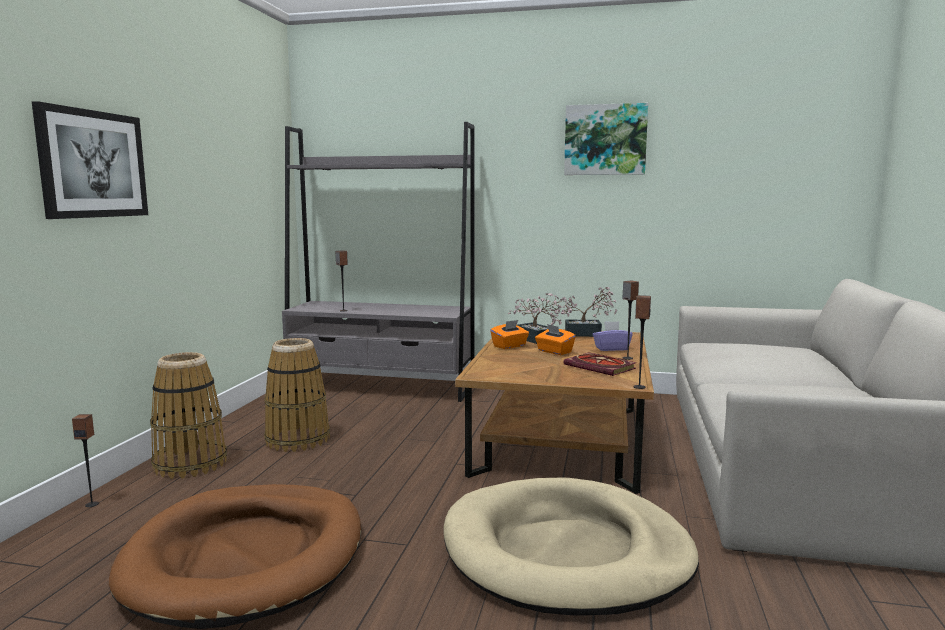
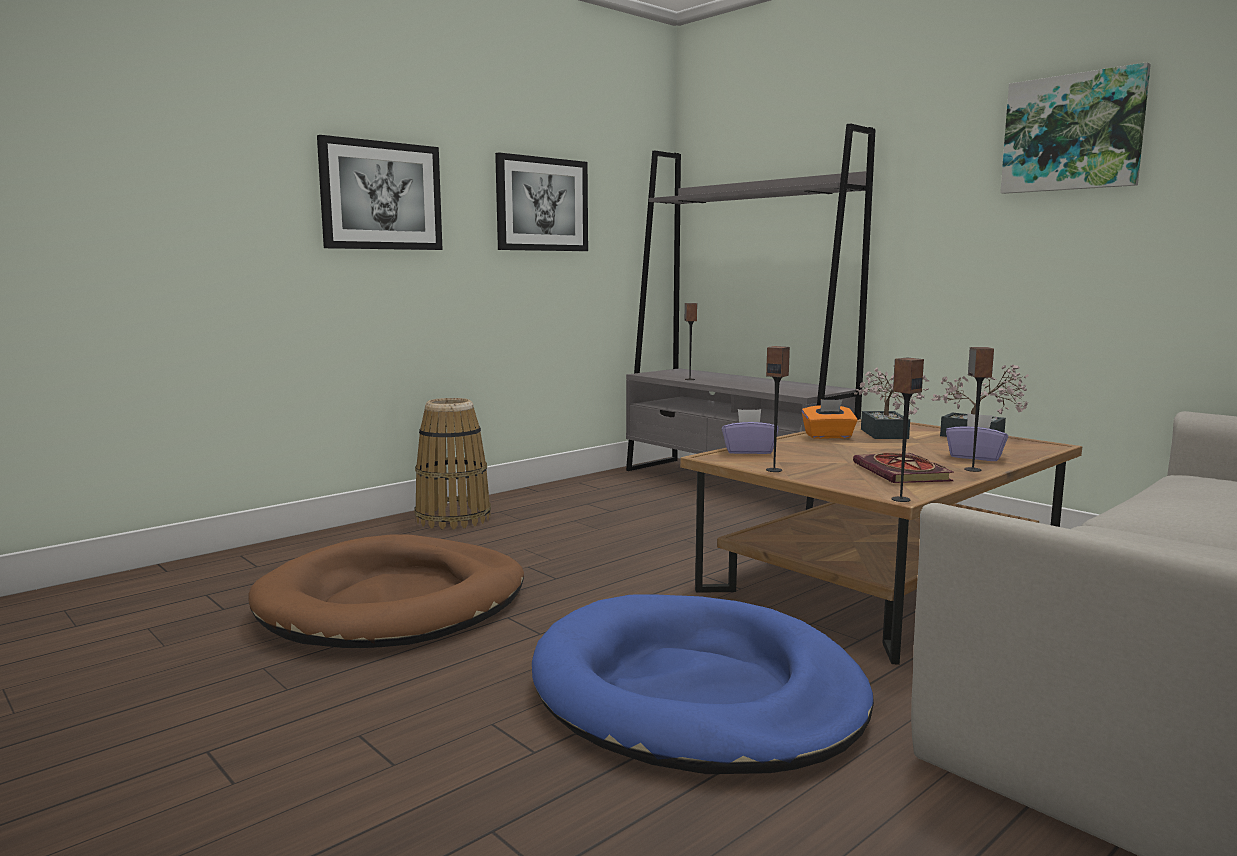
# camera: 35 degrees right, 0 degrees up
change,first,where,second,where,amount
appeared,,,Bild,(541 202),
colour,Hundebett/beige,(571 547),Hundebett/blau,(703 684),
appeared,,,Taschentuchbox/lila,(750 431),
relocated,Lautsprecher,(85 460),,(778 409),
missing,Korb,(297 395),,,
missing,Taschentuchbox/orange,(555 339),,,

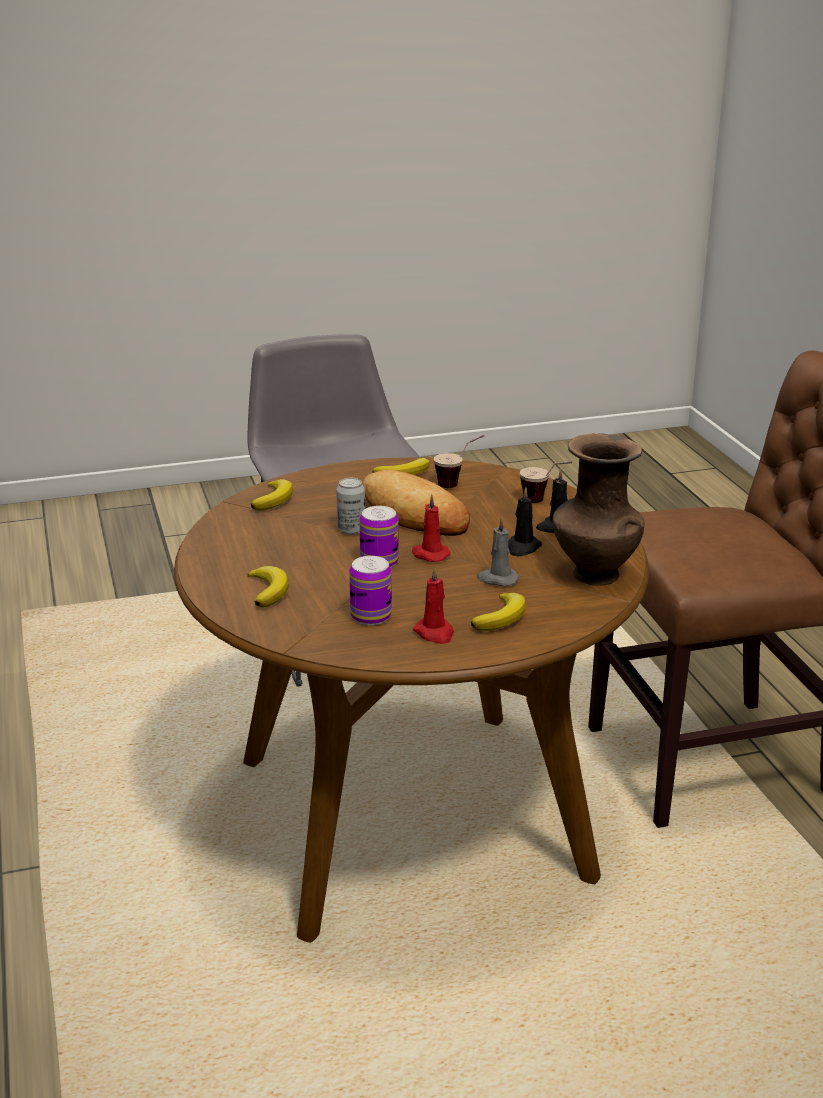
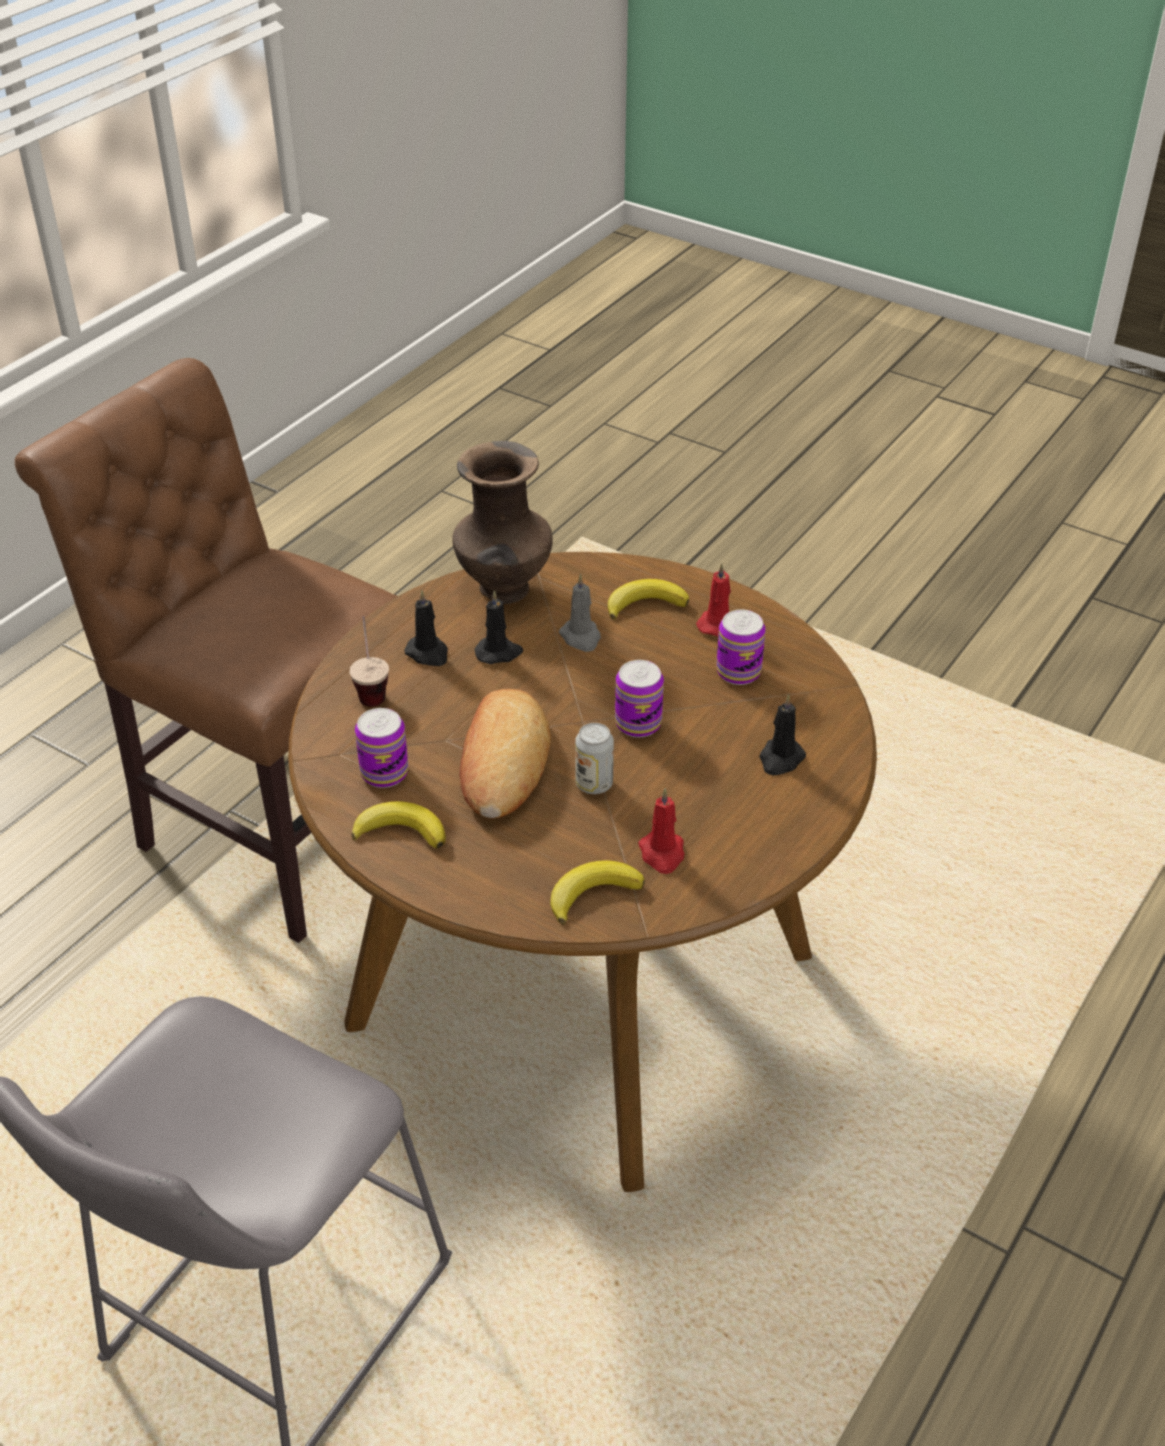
# camera: 130 degrees left, 15 degrees up
change,first,where,second,where,amount
exchanged,Tasse,(459 461),Dose,(381 748),
relocated,Kerze/rot,(431 528),,(661 831),
exchanged,Banane,(268 587),Kerze/schwarz,(782 734),

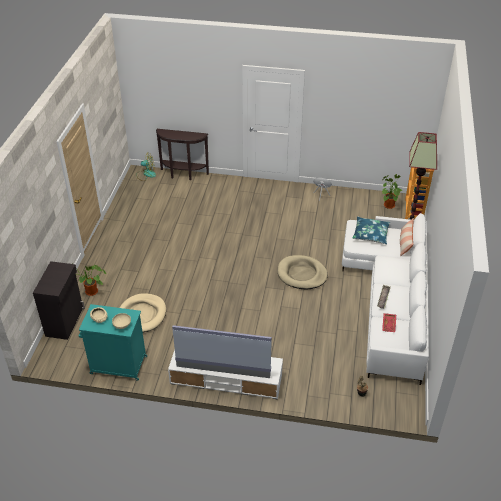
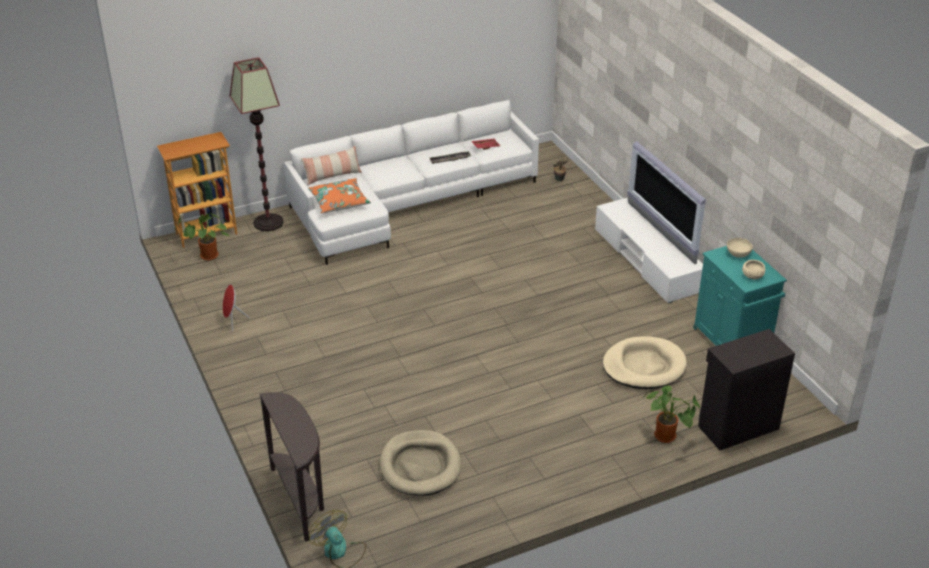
# camera: 125 degrees left, 5 degrees down
change,first,where,second,where,amount
colour,Kissen/blau,(371 230),Kissen/orange,(339 195),
relocated,Hundebett/beige,(302 272),,(420 463),

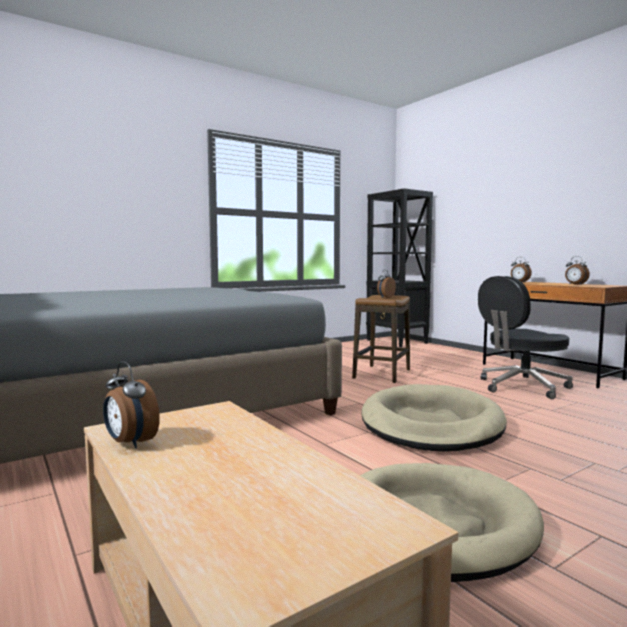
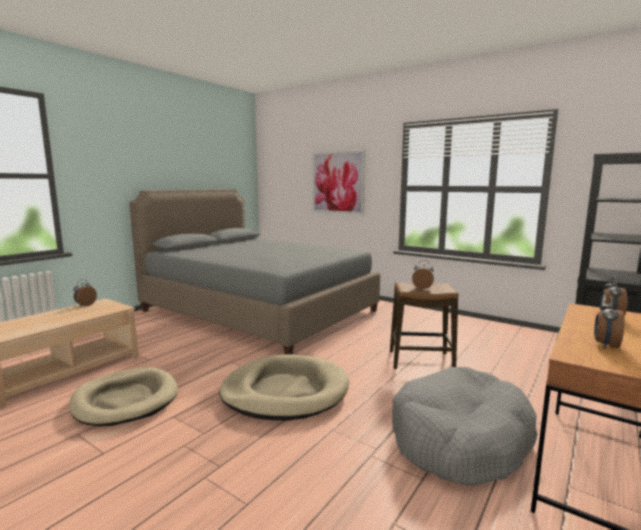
# camera: 70 degrees right, 5 degrees up
change,first,where,second,where,amount
appeared,,,Bild,(338 182),
exchanged,Bürostuhl/schwarz,(525 337),Hundebett/grau,(465 426),

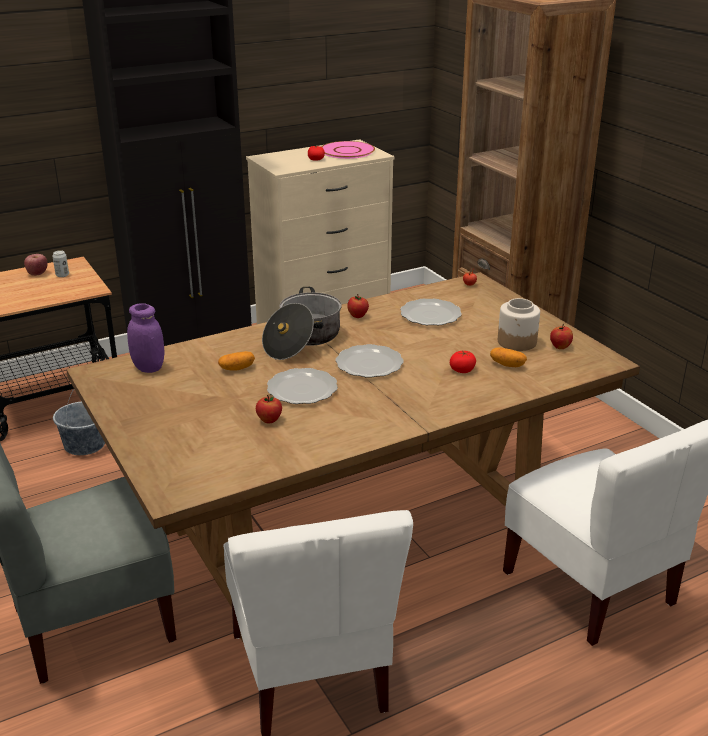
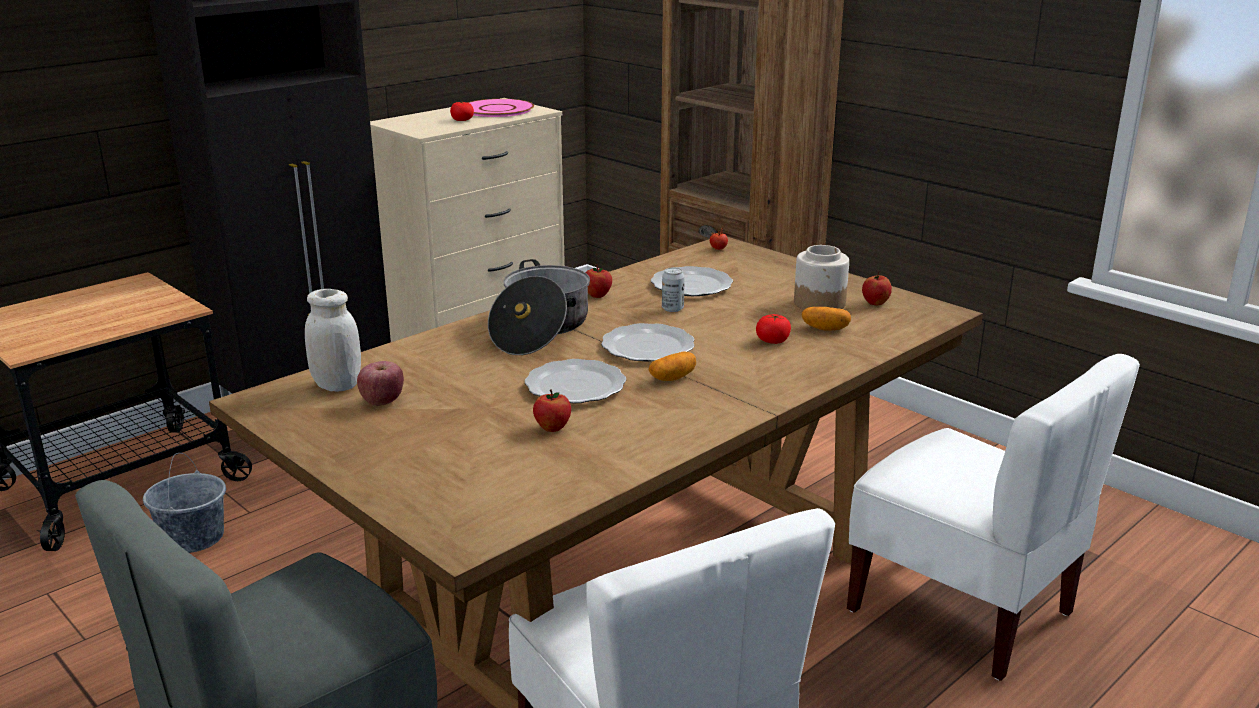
# camera: 15 degrees left, 5 degrees down
change,first,where,second,where,amount
colour,Vorratsglas/lila,(146 338),Vorratsglas/weiß,(333 340),
relocated,Apfel,(36 265),,(380 383),
relocated,Kartoffel,(236 361),,(672 366),
relocated,Dose,(60 263),,(673 289),

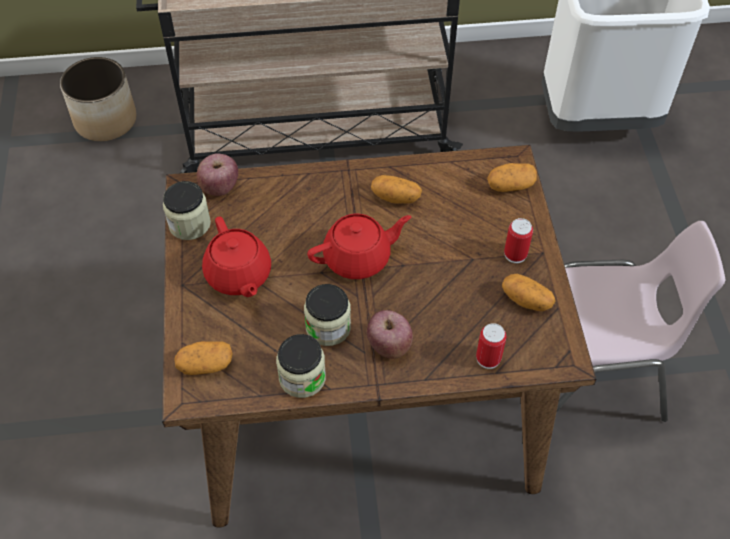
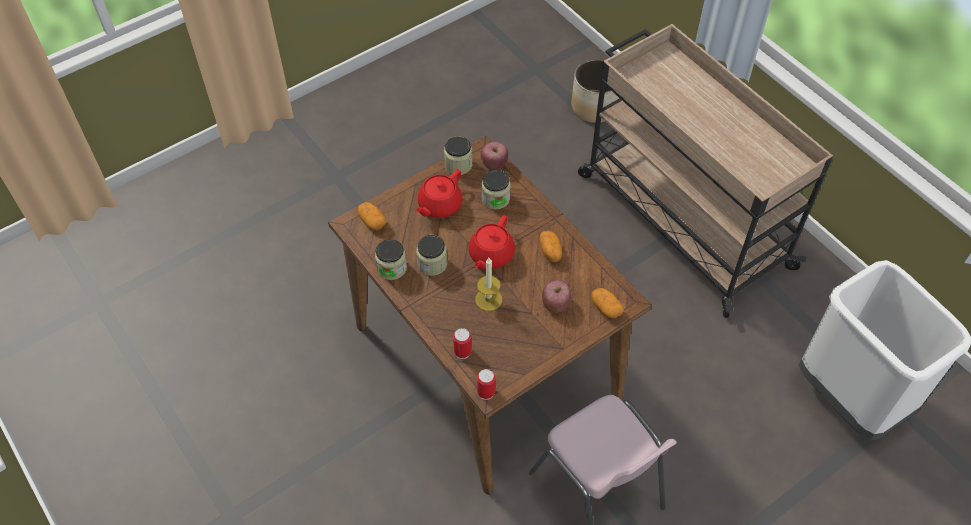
# camera: 60 degrees right, 0 degrees up
change,first,where,second,where,amount
spun,Teekanne/rot,(359 246),,(492 242),75 degrees clockwise
appeared,,,Kerze,(488 284),
relocated,Dose,(518 240),,(486 384),
appeared,,,Vorratsglas,(496 190),
relocated,Apfel,(390 334),,(556 296),
missing,Kartoffel,(528 292),,,

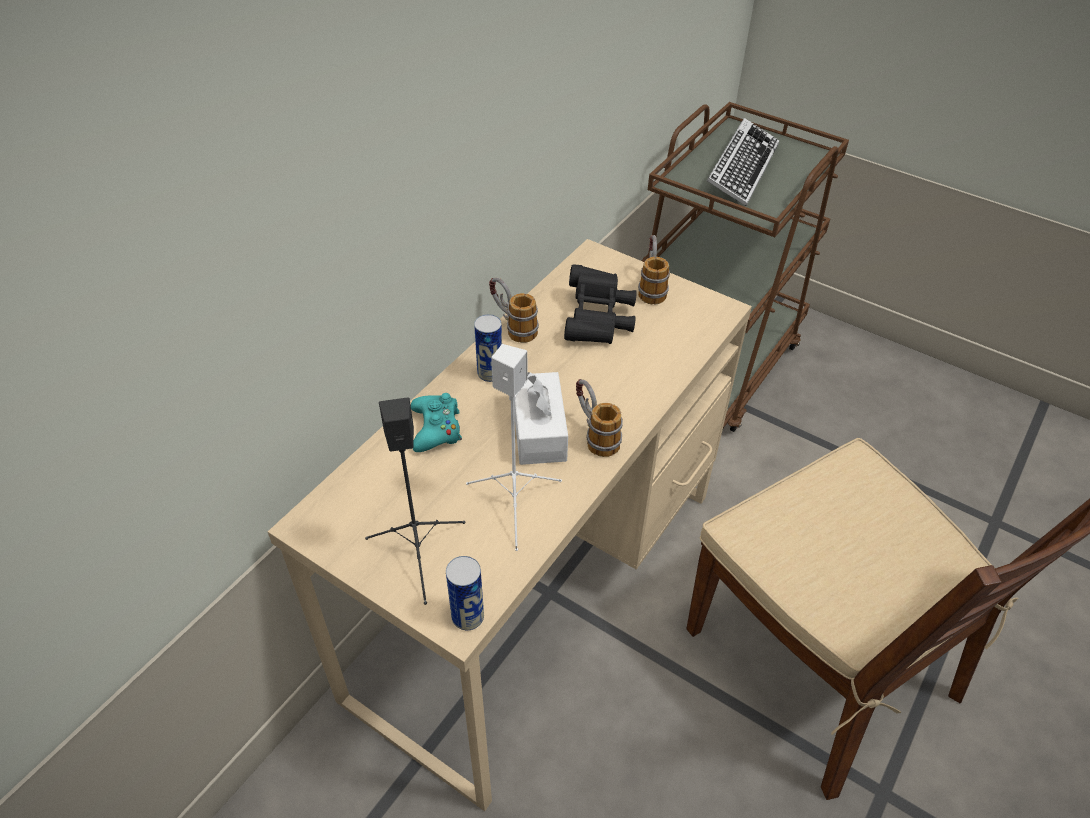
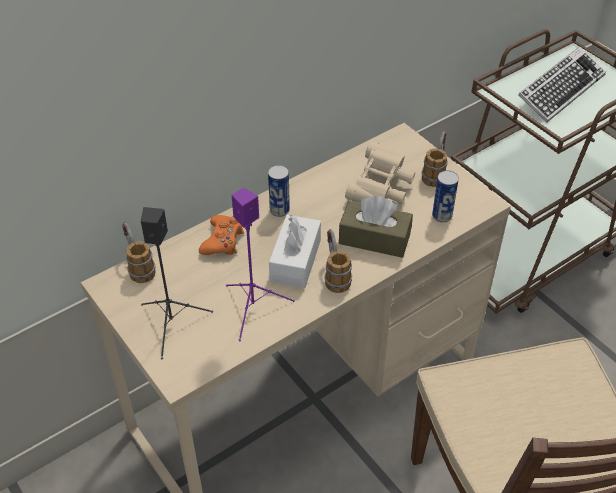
# camera: 20 degrees right, 0 degrees up
change,first,where,second,where,amount
relocated,Henkelbecher,(514 310),,(139 253),
colour,Gamepad/türkis,(436 422),Gamepad/orange,(221 235),
colour,Lautsprecher/weiß,(514 447),Lautsprecher/lila,(260 264),
appeared,,,Taschentuchbox/braun,(376 227),
colour,Fernglas/schwarz,(600 304),Fernglas/beige,(380 173),
relocated,Dose,(465 593),,(445 196),

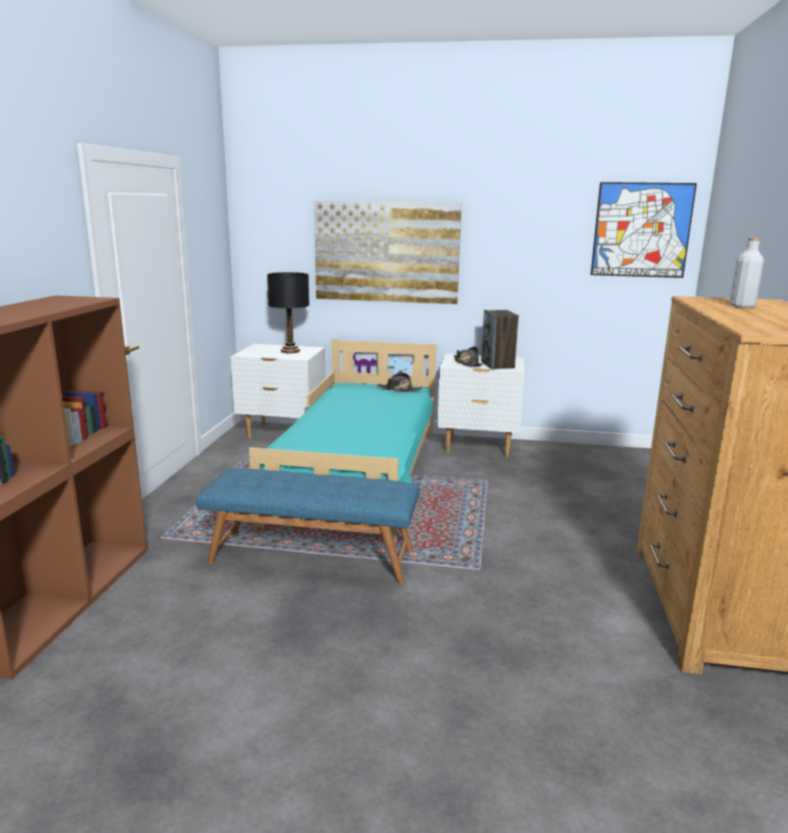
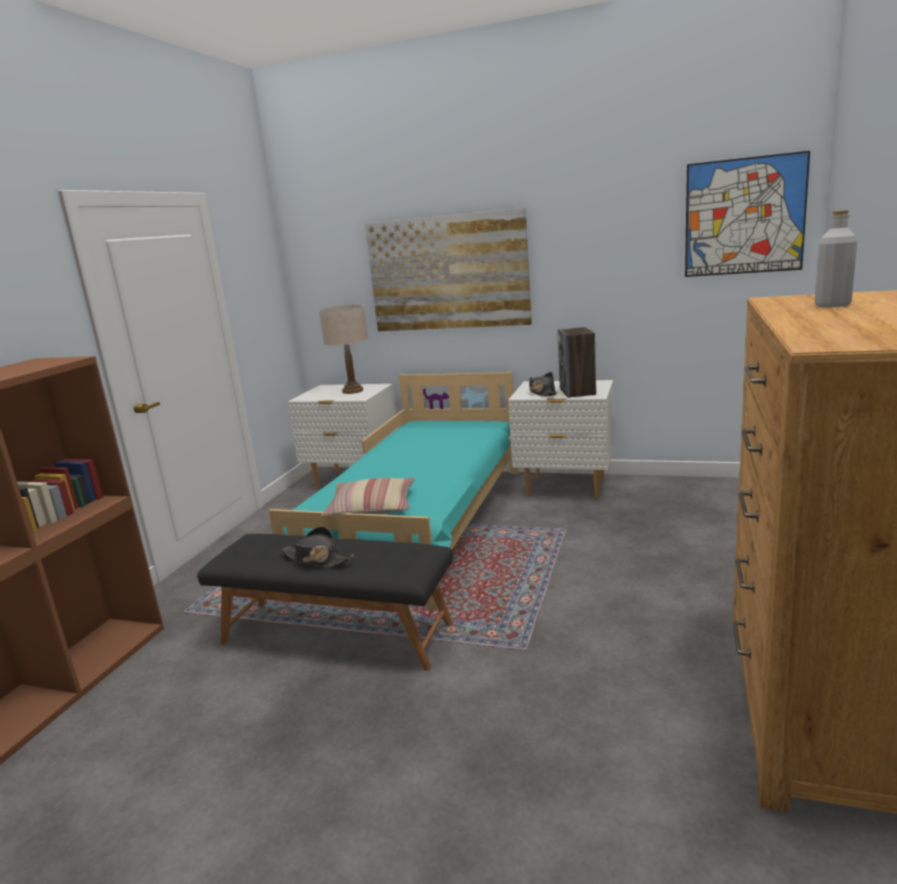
# camera: 10 degrees right, 0 degrees up
change,first,where,second,where,amount
colour,Bank/blau,(308 526),Bank/schwarz,(325 602),
relocated,Hut/schwarz,(400 382),,(318 546),
colour,Tischlampe/schwarz,(288 312),Tischlampe/beige,(343 349),
appeared,,,Kissen,(368 497),

